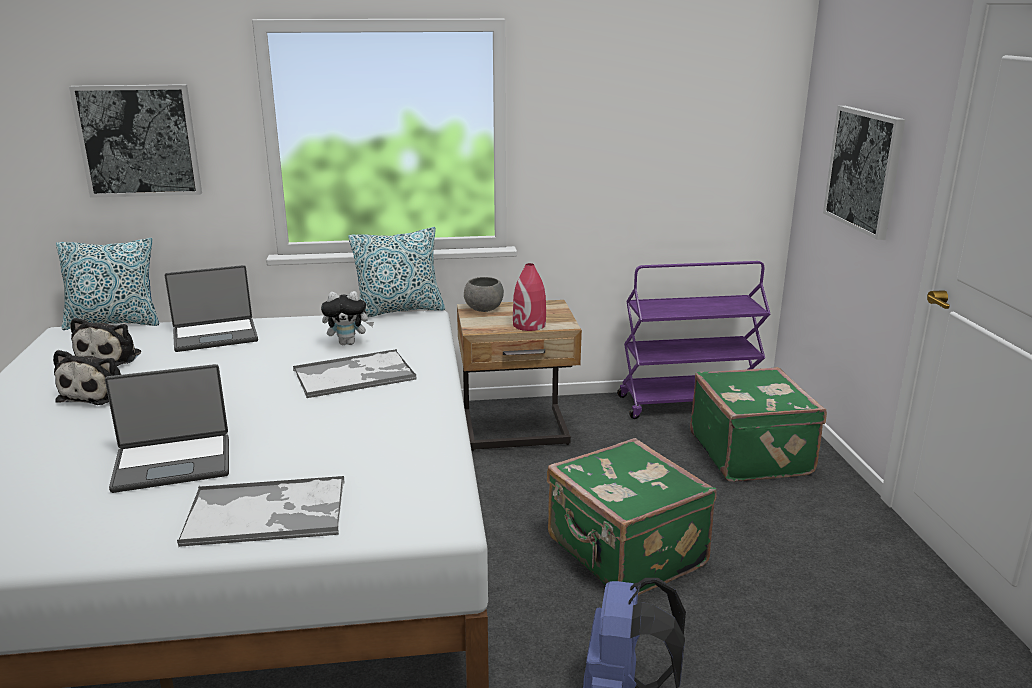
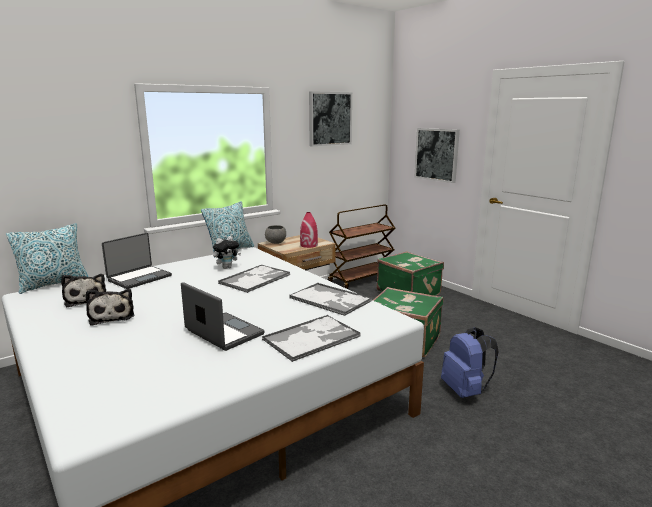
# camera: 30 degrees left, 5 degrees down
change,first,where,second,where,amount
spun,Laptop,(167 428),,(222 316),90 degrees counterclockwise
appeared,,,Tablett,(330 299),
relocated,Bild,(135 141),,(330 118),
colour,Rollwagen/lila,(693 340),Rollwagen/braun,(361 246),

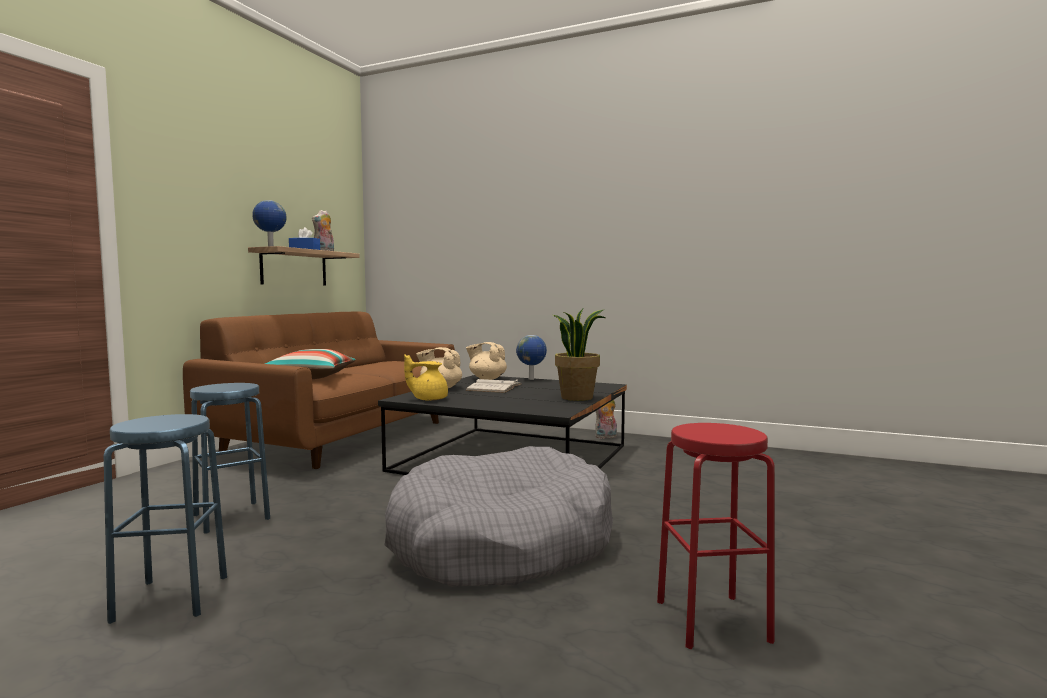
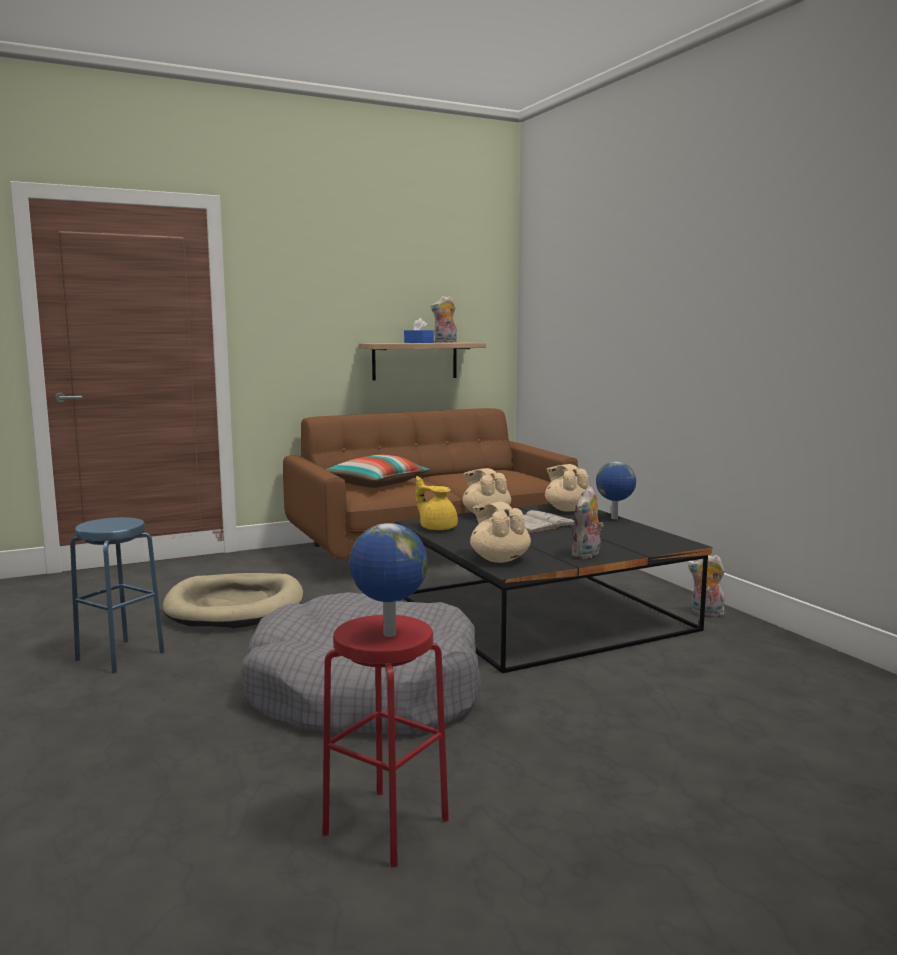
# camera: 40 degrees right, 5 degrees up
change,first,where,second,where,amount
exchanged,Hocker/blau,(230 458),Hundebett/beige,(233 600),
relocated,Globus,(269 223),,(389 580),
appeared,,,Teekanne/beige,(500 532),
exchanged,Topfpflanze,(579 355),Plüschtier,(587 522),

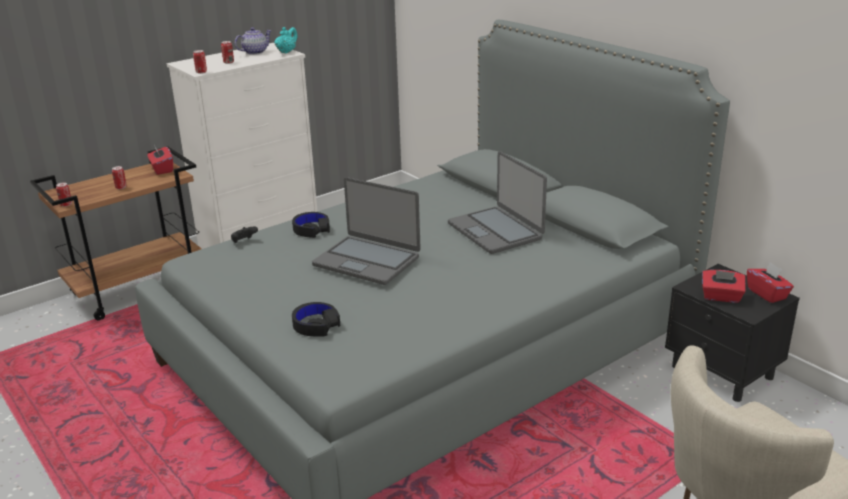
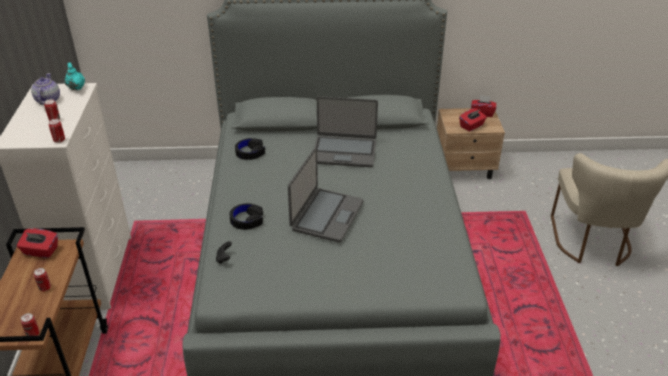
# camera: 55 degrees left, 10 degrees up
change,first,where,second,where,amount
relocated,Kopfhörer/schwarz,(316 319),,(250 149),
spun,Laptop,(366 231),,(326 195),45 degrees counterclockwise
colour,Nachttisch/schwarz,(732 333),Nachttisch/beige,(471 143),

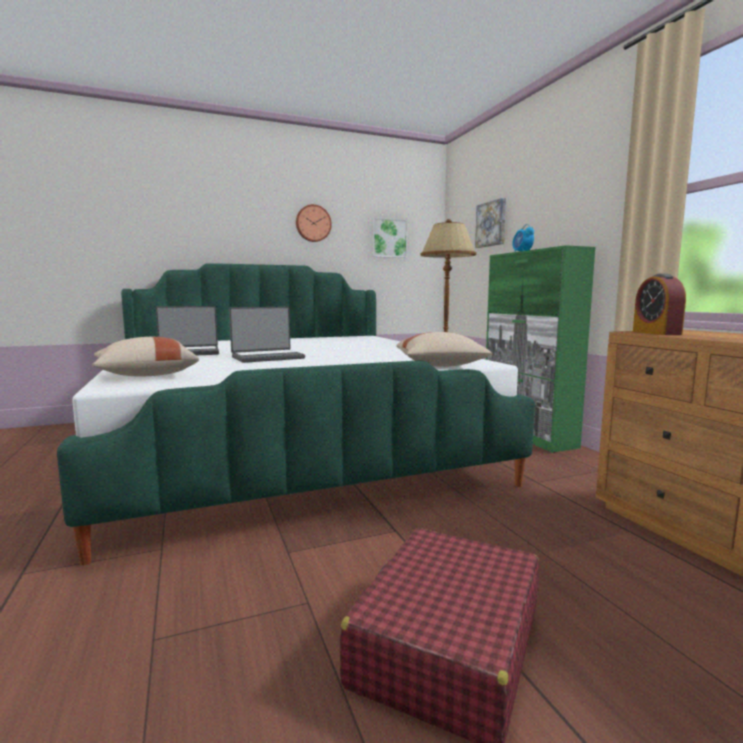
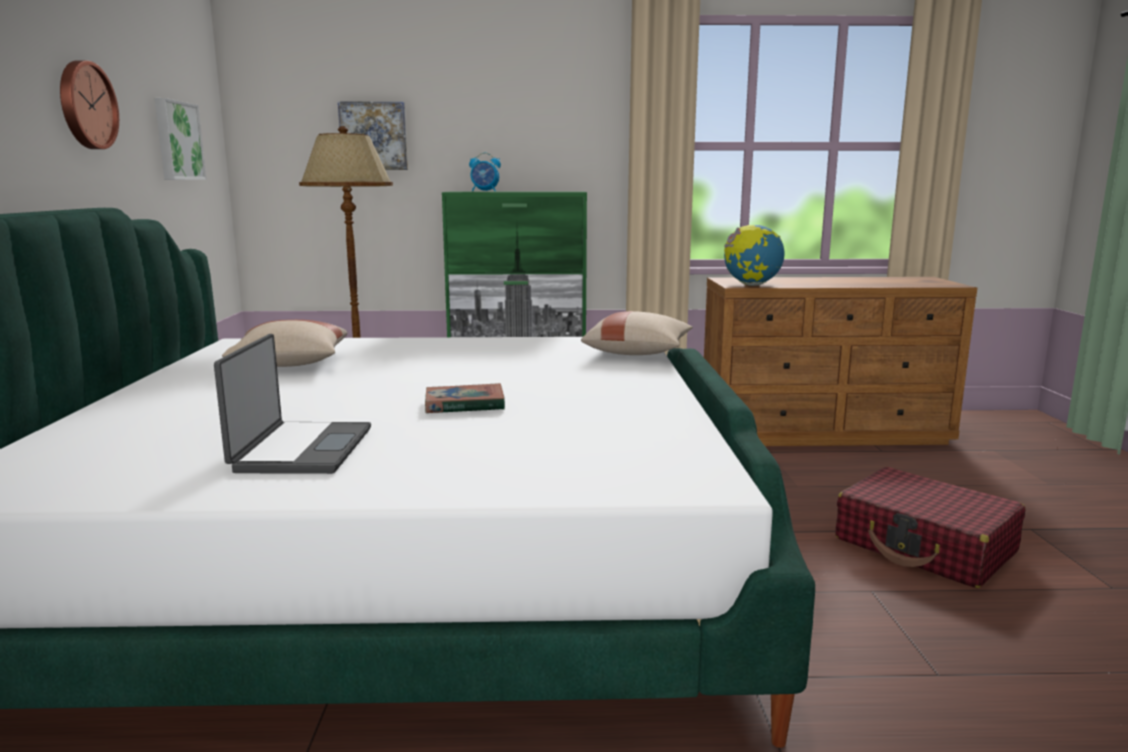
# camera: 70 degrees left, 5 degrees up
change,first,where,second,where,amount
relocated,Kissen/beige,(145 356),,(284 343),
exchanged,Laptop,(267 335),Buch,(465 398),
exchanged,Wecker,(659 304),Globus,(754 255),

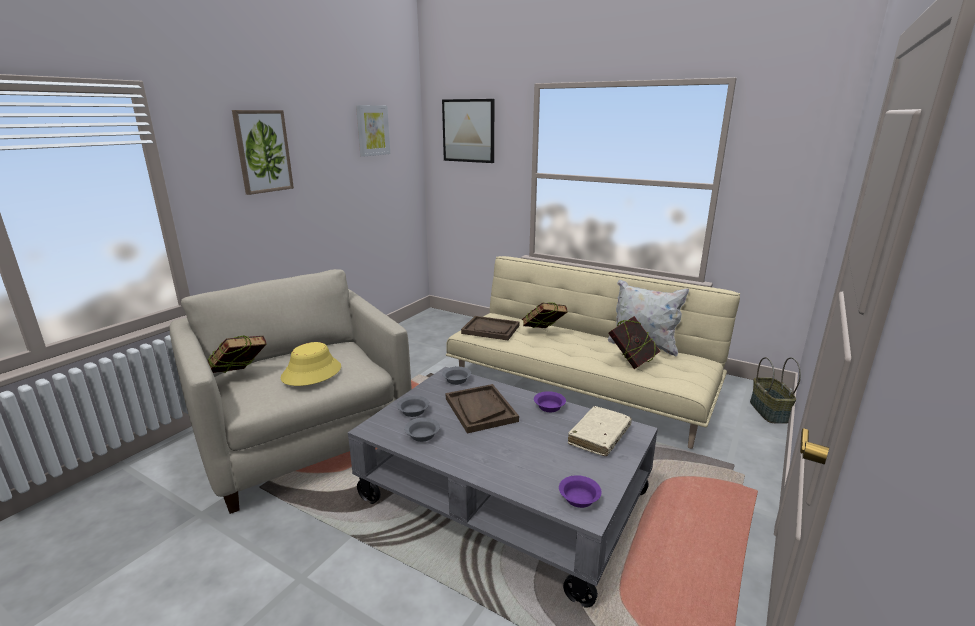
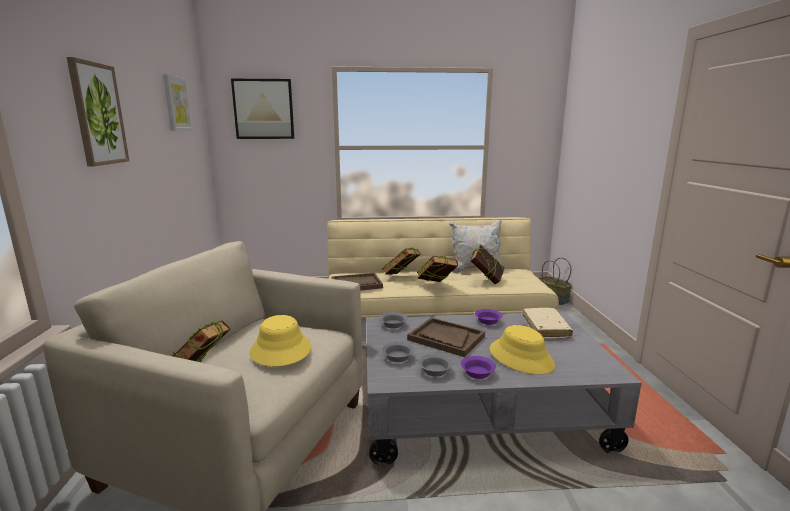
# camera: 35 degrees left, 5 degrees down
change,first,where,second,where,amount
appeared,,,Buch,(437 269),
relocated,Schüssel/lila,(580 491),,(478 367),
appeared,,,Hut/gelb,(522 350),

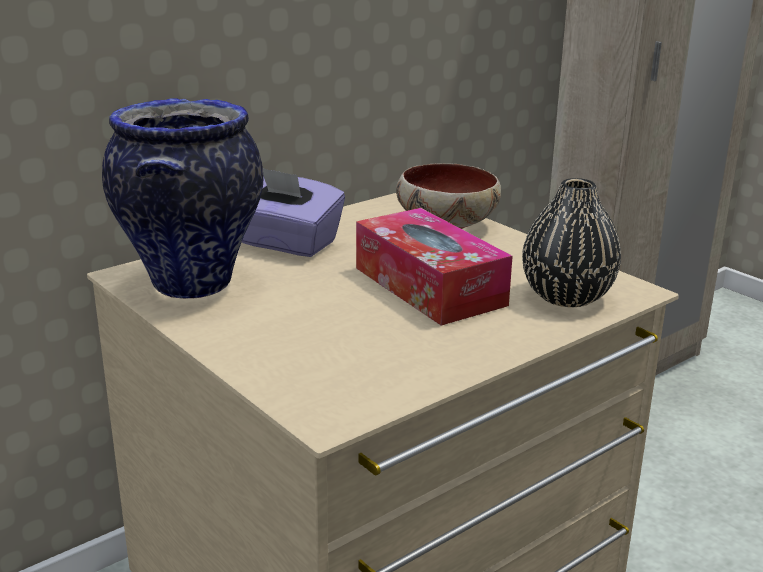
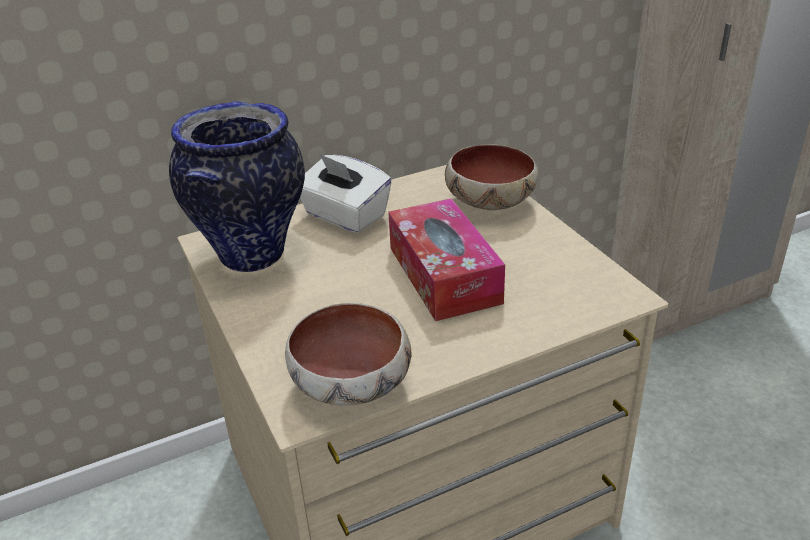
# camera: 15 degrees right, 10 degrees up
change,first,where,second,where,amount
appeared,,,Schüssel,(348 354),
colour,Taschentuchbox/lila,(293 212),Taschentuchbox/weiß,(346 193),
missing,Vase/schwarz,(571 242),,,

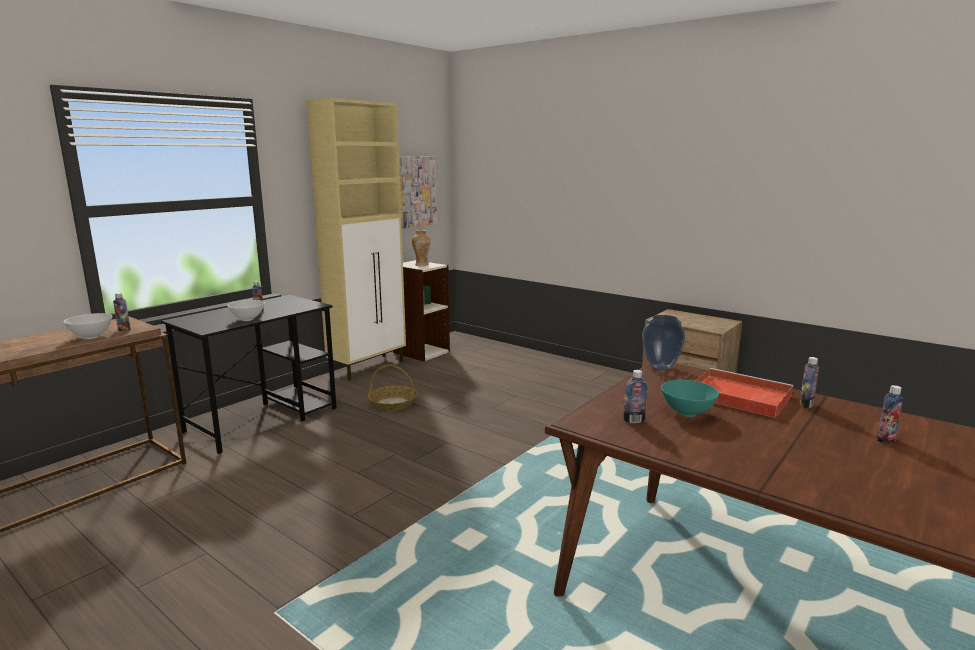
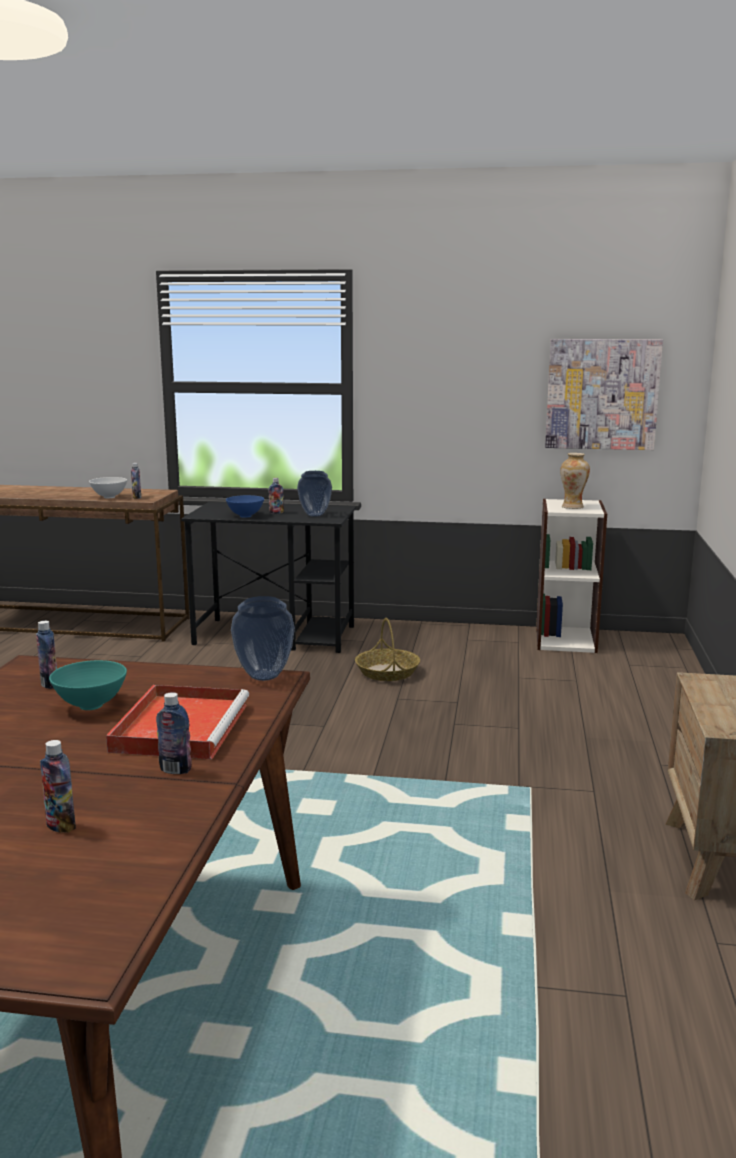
# camera: 60 degrees right, 0 degrees up
change,first,where,second,where,amount
colour,Schüssel/weiß,(246 310),Schüssel/blau,(245 506),
appeared,,,Vase,(314 494),
missing,Schrank/beige,(356 239),,,

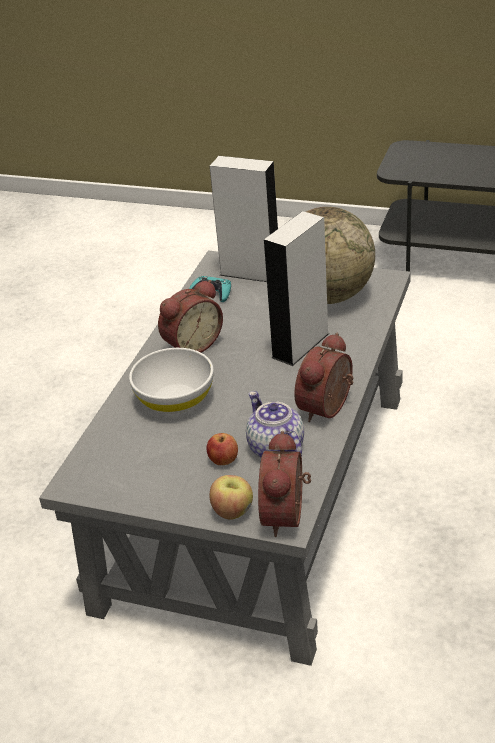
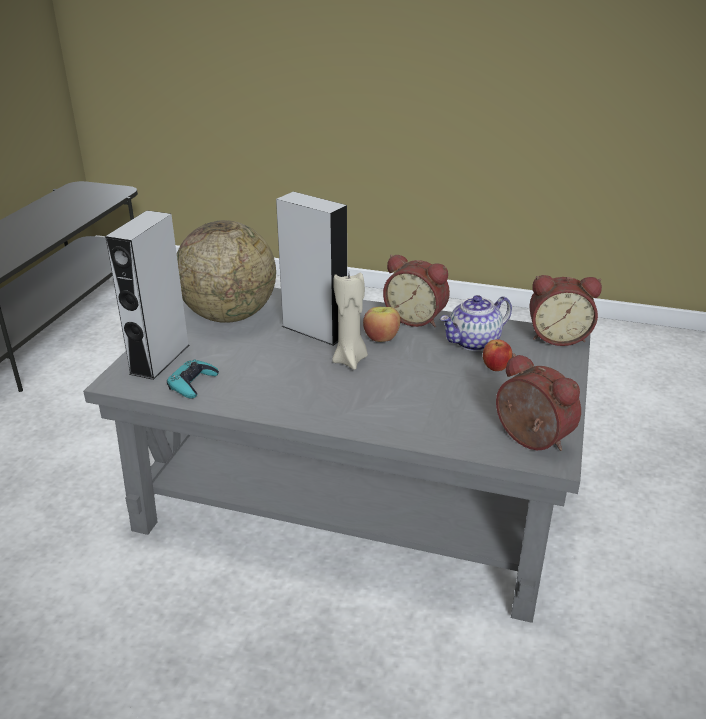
# camera: 95 degrees left, 5 degrees down
change,first,where,second,where,amount
appeared,,,Kerze/beige,(350 321),
relocated,Apfel,(231 497),,(381 324),
relocated,Wecker,(190 316),,(538 402),
missing,Schüssel/weiß,(171 381),,,

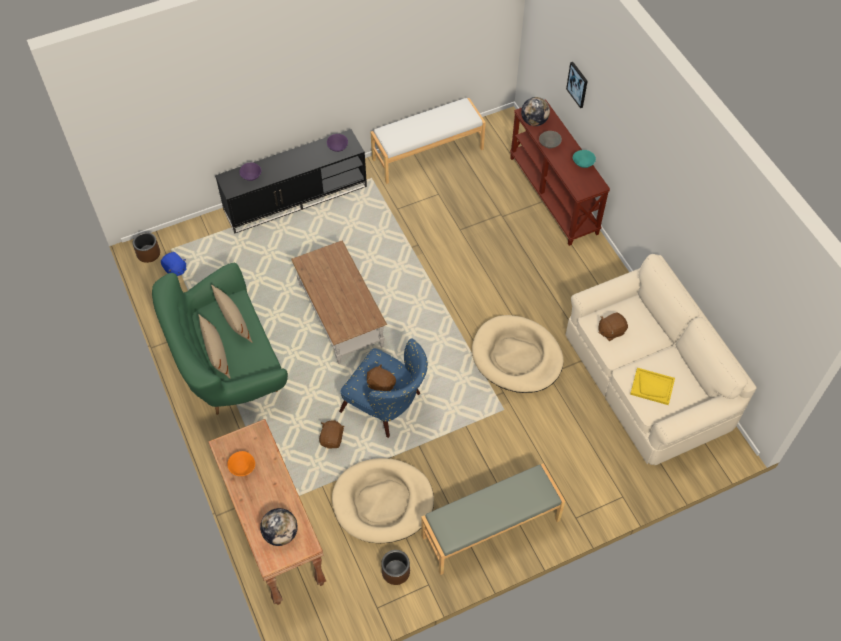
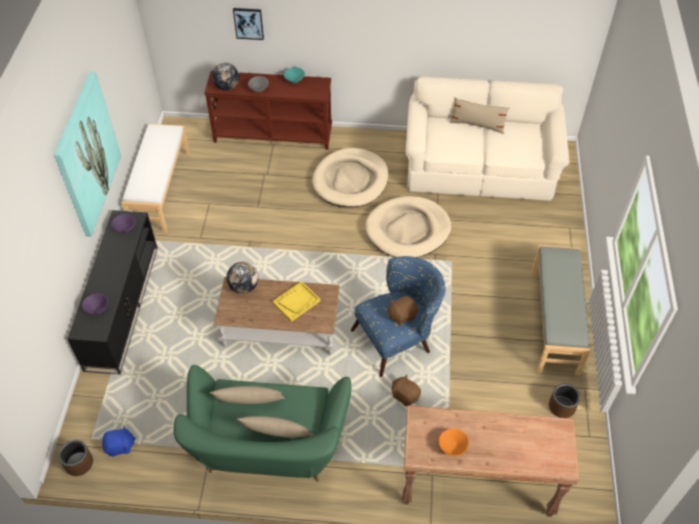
# camera: 60 degrees left, 5 degrees down
change,first,where,second,where,amount
appeared,,,Bild,(87 154),
relocated,Globus,(279 527),,(242 278),
relocated,Tablett/gelb,(652 386),,(296 301),
relocated,Hundebett/beige,(383 500),,(350 178),
appeared,,,Kissen/beige,(479 115),
missing,Plüschtier/braun,(613 326),,,

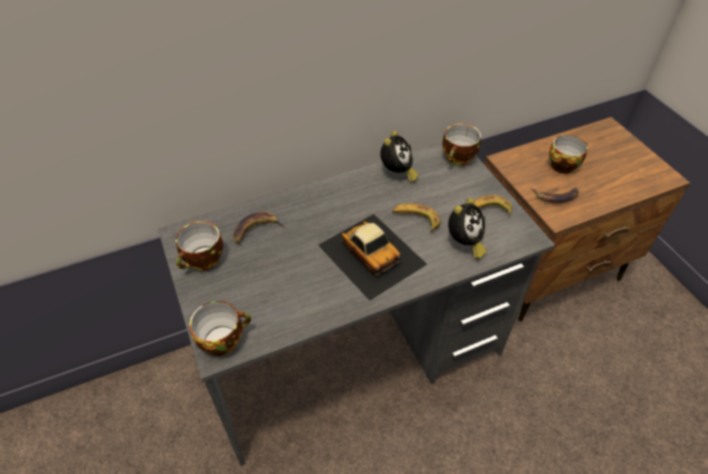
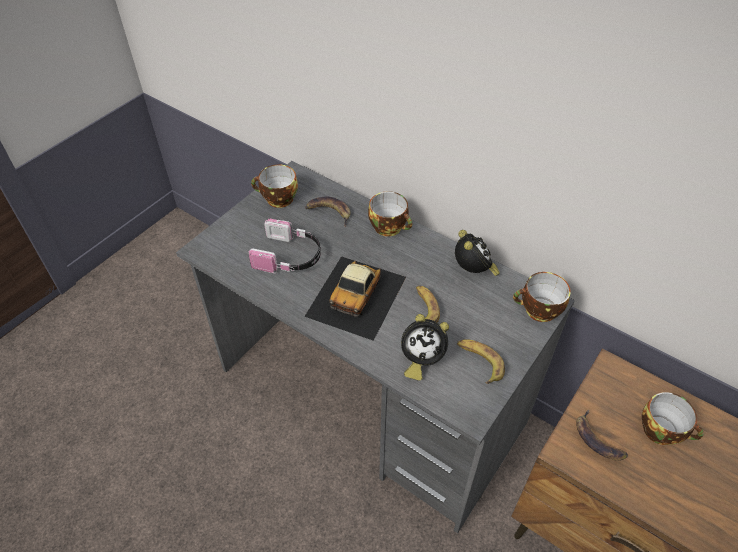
# camera: 60 degrees right, 0 degrees up
change,first,where,second,where,amount
appeared,,,Kopfhörer,(285 246),
relocated,Tasse,(220 328),,(390 214),
spun,Wecker,(399 156),,(477 253),90 degrees counterclockwise

